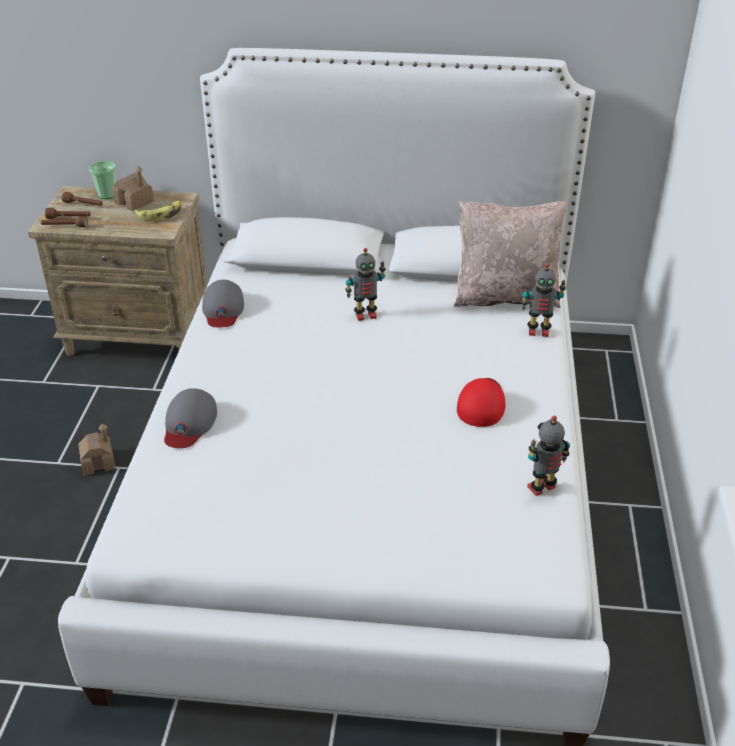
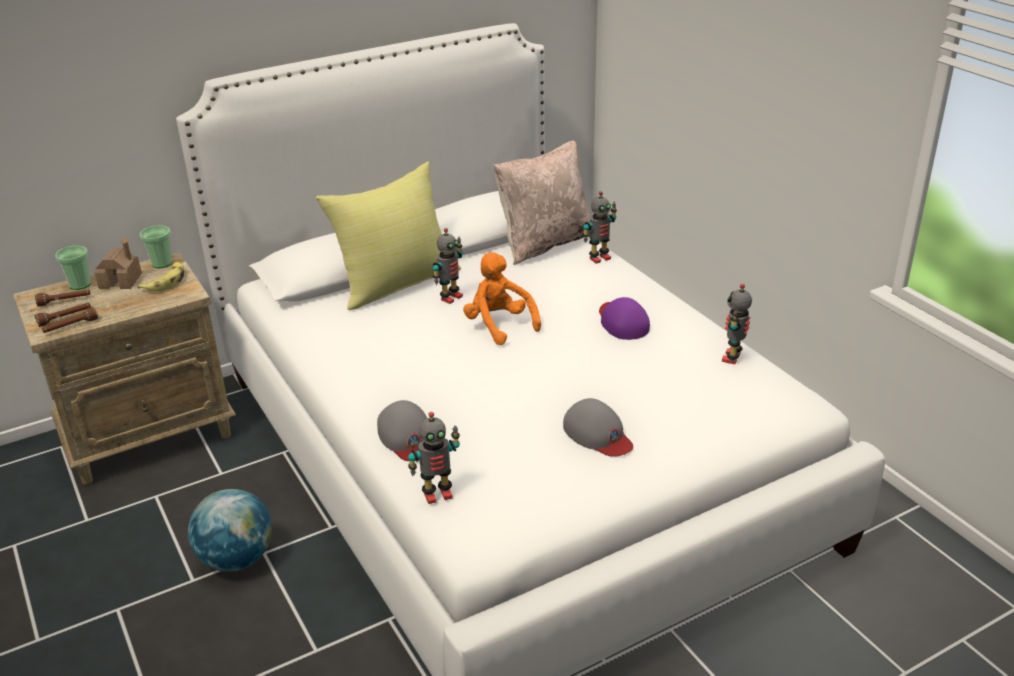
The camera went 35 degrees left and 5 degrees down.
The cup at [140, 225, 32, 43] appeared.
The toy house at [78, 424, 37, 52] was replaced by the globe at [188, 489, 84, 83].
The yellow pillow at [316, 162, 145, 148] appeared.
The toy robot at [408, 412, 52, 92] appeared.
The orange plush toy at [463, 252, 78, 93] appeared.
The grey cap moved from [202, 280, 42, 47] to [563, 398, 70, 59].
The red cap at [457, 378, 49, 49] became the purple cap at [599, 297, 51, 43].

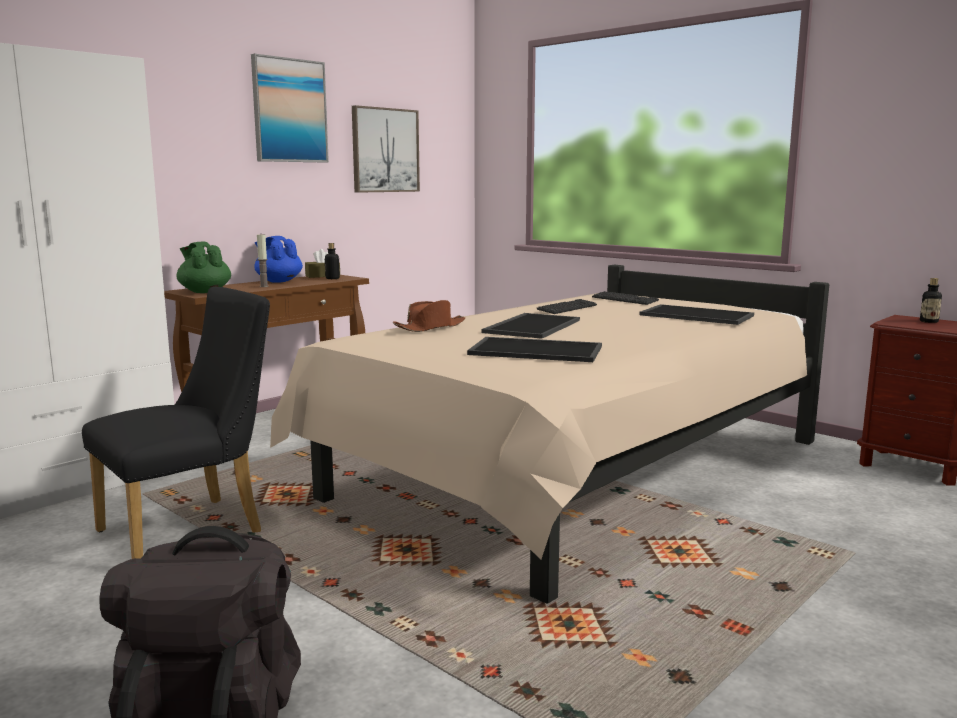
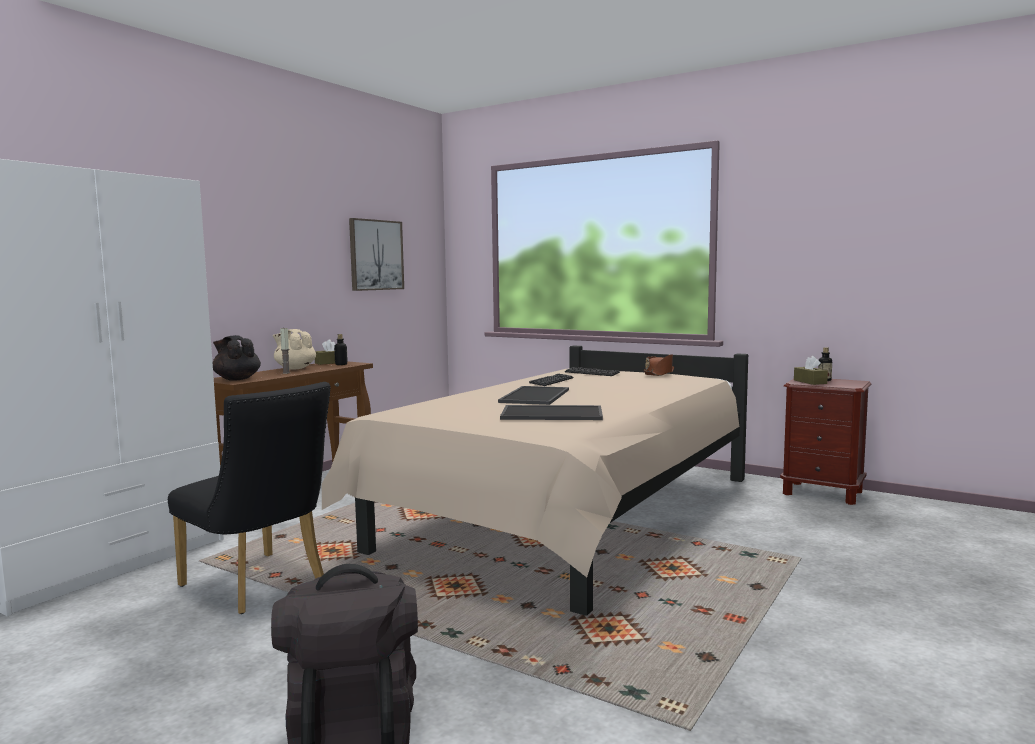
The camera went 10 degrees left and 5 degrees down.
The black chair at [82, 287, 188, 272] turned 90 degrees clockwise.
The green teapot at [176, 241, 55, 52] became the black teapot at [212, 335, 49, 46].
The blue teapot at [254, 236, 49, 47] became the beige teapot at [273, 329, 43, 40].
The brown hat moved from [393, 300, 72, 32] to [644, 354, 30, 22].
The brown tissue box at [794, 356, 34, 29] appeared.
The picture at [251, 54, 78, 108] disappeared.
The tray at [639, 304, 115, 21] disappeared.

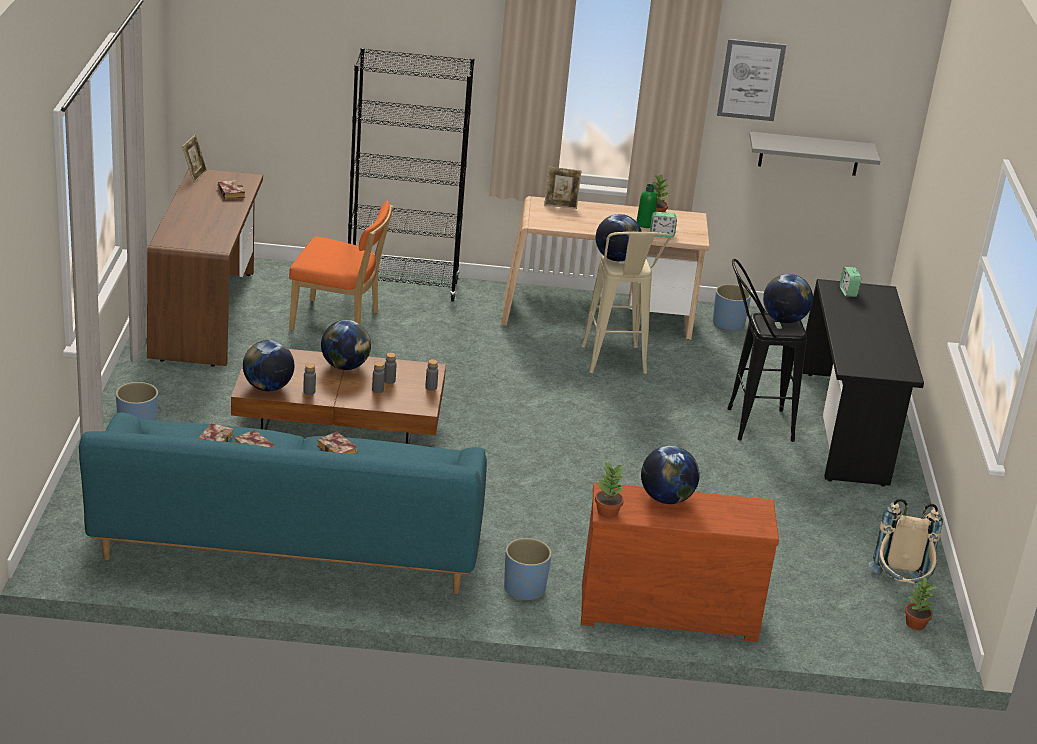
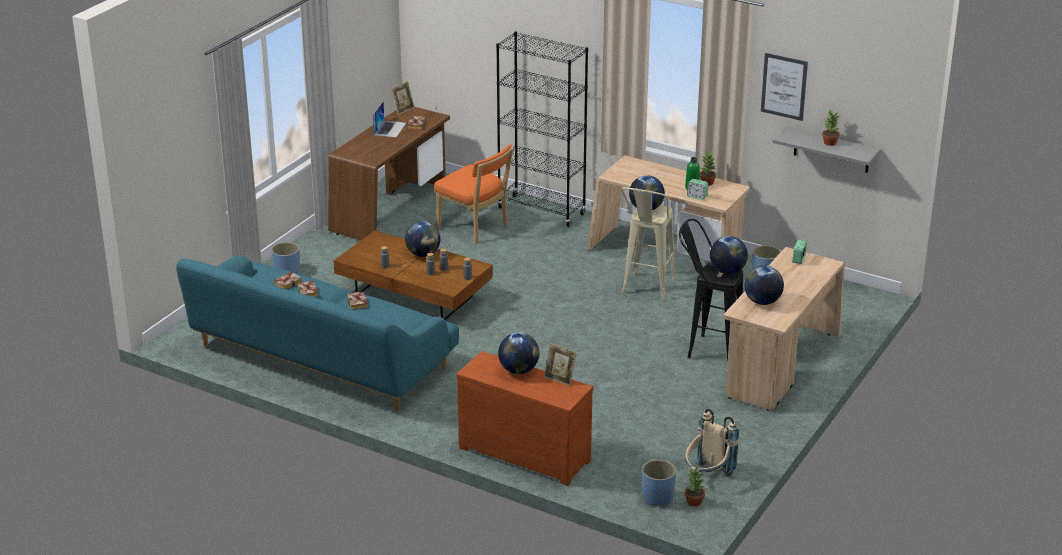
The camera went 30 degrees right and 0 degrees up.
The laptop at [373, 101, 33, 37] appeared.
The picture frame moved from [544, 167, 37, 42] to [544, 343, 33, 43].
The blue planter moved from [504, 538, 48, 62] to [642, 460, 34, 46].
The black desk at [802, 279, 122, 208] became the beige desk at [723, 247, 122, 164].
The globe moved from [243, 340, 51, 51] to [744, 266, 40, 39].
The potted plant moved from [595, 461, 29, 57] to [822, 109, 19, 37].

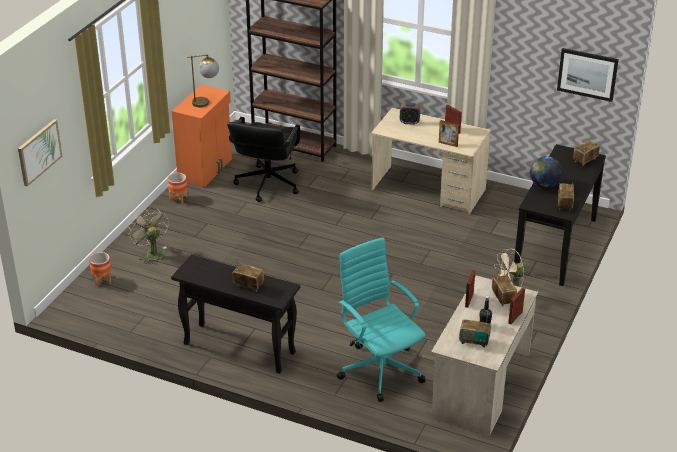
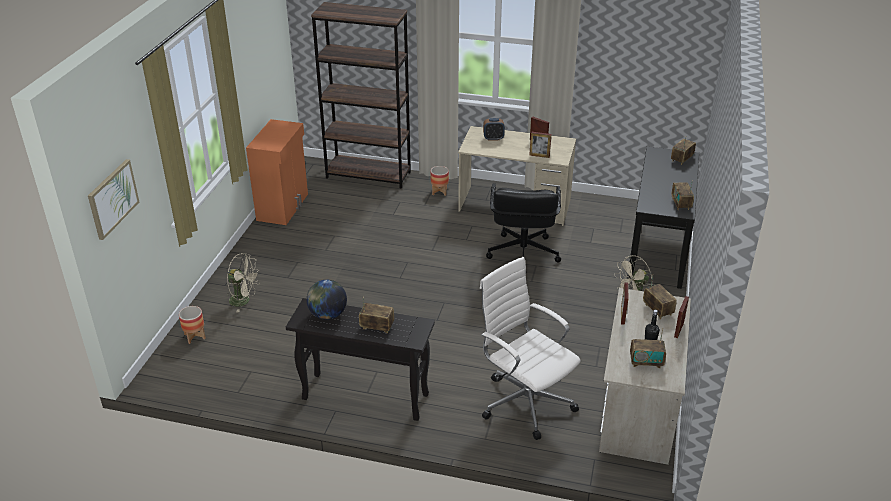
The camera went 10 degrees left and 0 degrees up.
The beige fan at [128, 210, 41, 55] turned 150 degrees clockwise.
The globe moved from [530, 156, 32, 32] to [306, 280, 41, 40].
The planter moved from [168, 173, 20, 31] to [431, 166, 18, 30].
The turquoise office chair at [337, 238, 88, 164] became the white office chair at [480, 257, 101, 183].
The black office chair moved from [227, 117, 74, 85] to [486, 183, 75, 80].
The table lamp at [187, 54, 32, 53] disappeared.
The picture at [557, 48, 62, 54] disappeared.

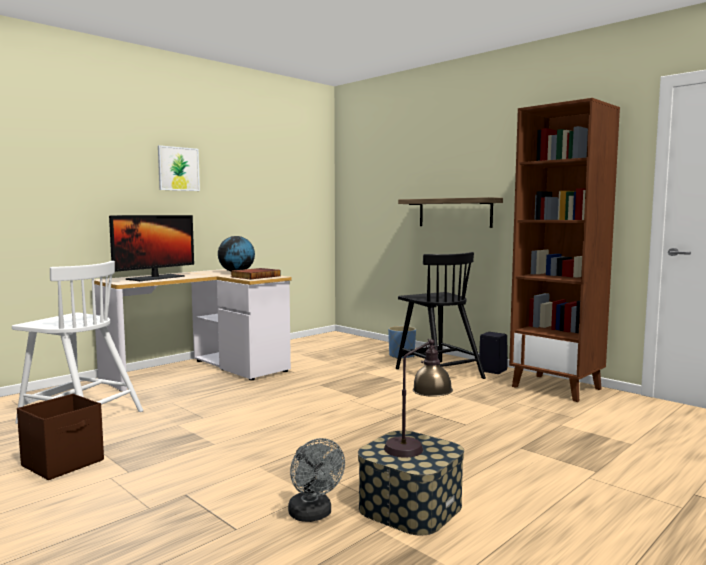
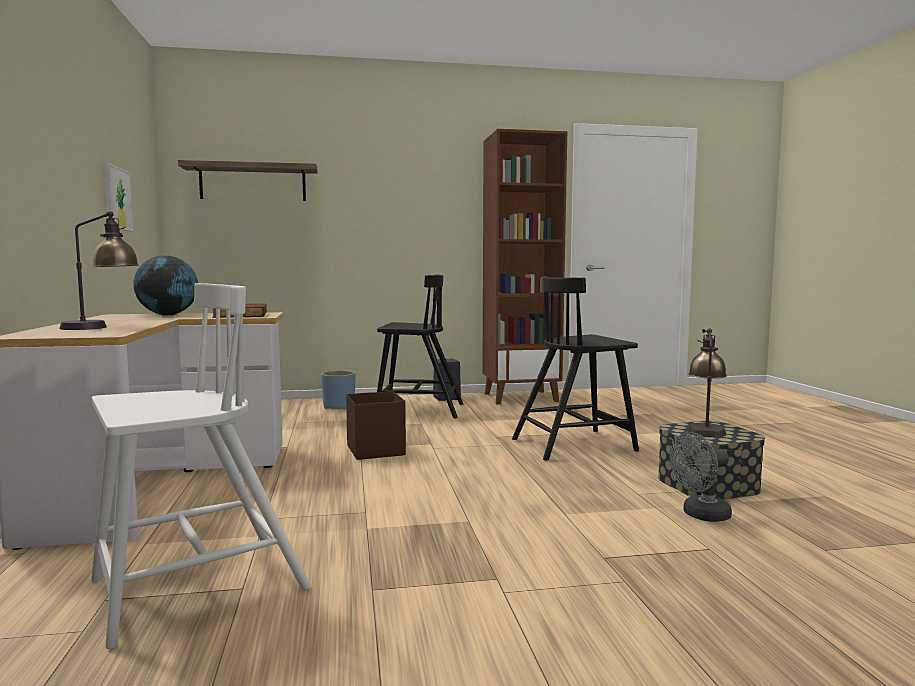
The camera went 55 degrees left and 0 degrees up.
The monitor at [109, 215, 85, 66] was replaced by the table lamp at [59, 211, 80, 119].
The picture moved from [158, 145, 42, 46] to [104, 163, 29, 68].
The shelf moved from [398, 197, 105, 31] to [178, 160, 140, 41].
The brown storage box moved from [17, 394, 87, 86] to [346, 391, 60, 69].
The black chair at [512, 276, 127, 185] appeared.
The grey fan at [288, 438, 57, 84] turned 150 degrees clockwise.

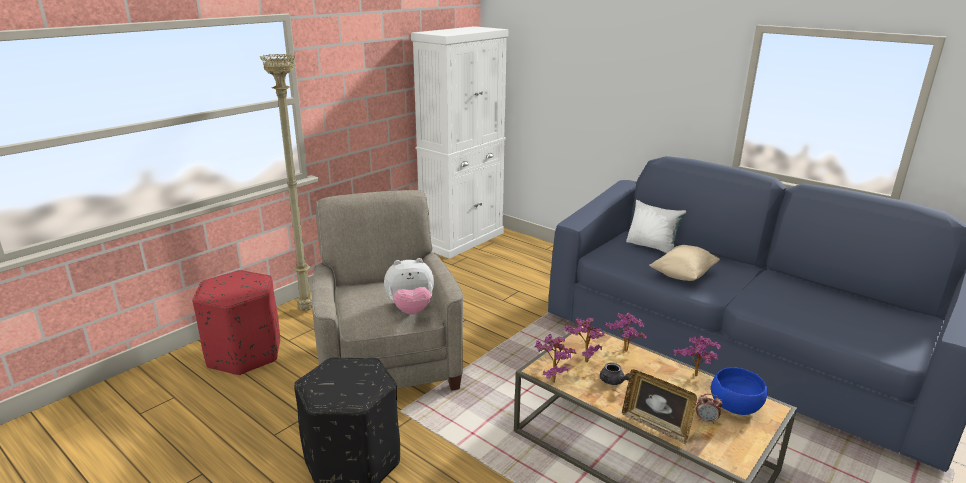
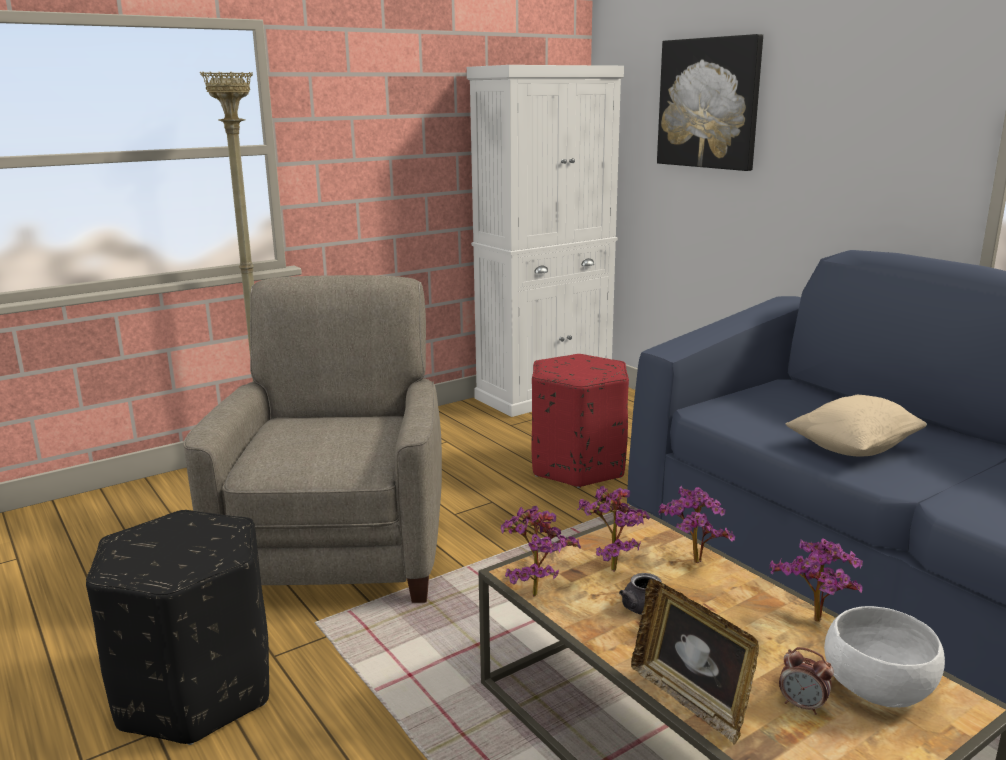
The camera went 15 degrees right and 5 degrees down.
The red ottoman moved from [192, 270, 88, 106] to [532, 354, 97, 134].
The picture at [657, 34, 106, 137] appeared.
The blue bowl at [711, 367, 56, 48] became the white bowl at [824, 606, 121, 102].
The plush toy at [384, 258, 50, 57] disappeared.
The white pillow at [626, 200, 60, 53] disappeared.

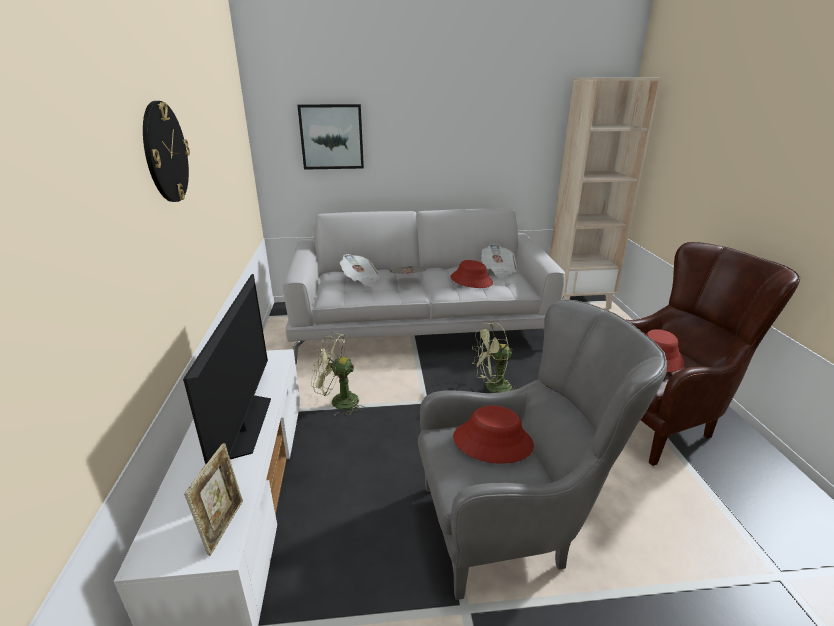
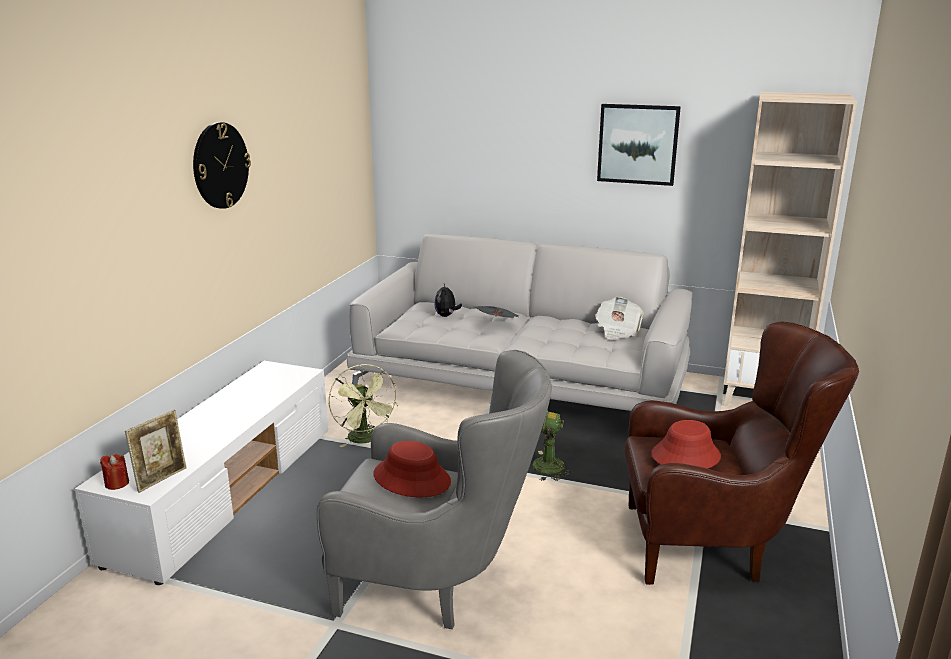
The camera went 25 degrees right and 5 degrees down.
The red candle at [100, 454, 29, 36] appeared.
The green fan at [311, 332, 54, 84] turned 150 degrees counterclockwise.
The newspaper at [340, 254, 40, 33] was replaced by the plush toy at [434, 284, 28, 33].
The picture moved from [297, 104, 67, 66] to [597, 104, 84, 82].
The television at [183, 274, 88, 191] disappeared.
The red hat at [451, 260, 42, 28] disappeared.

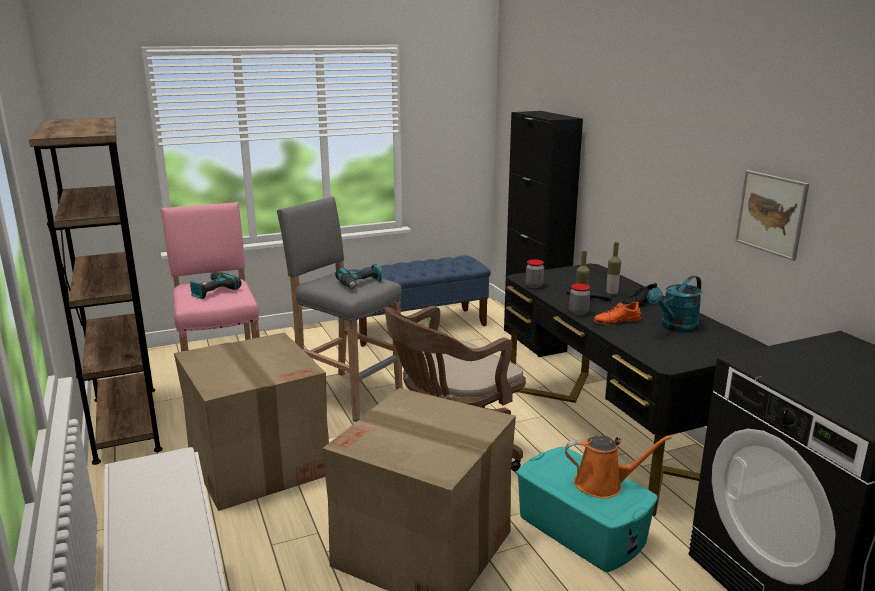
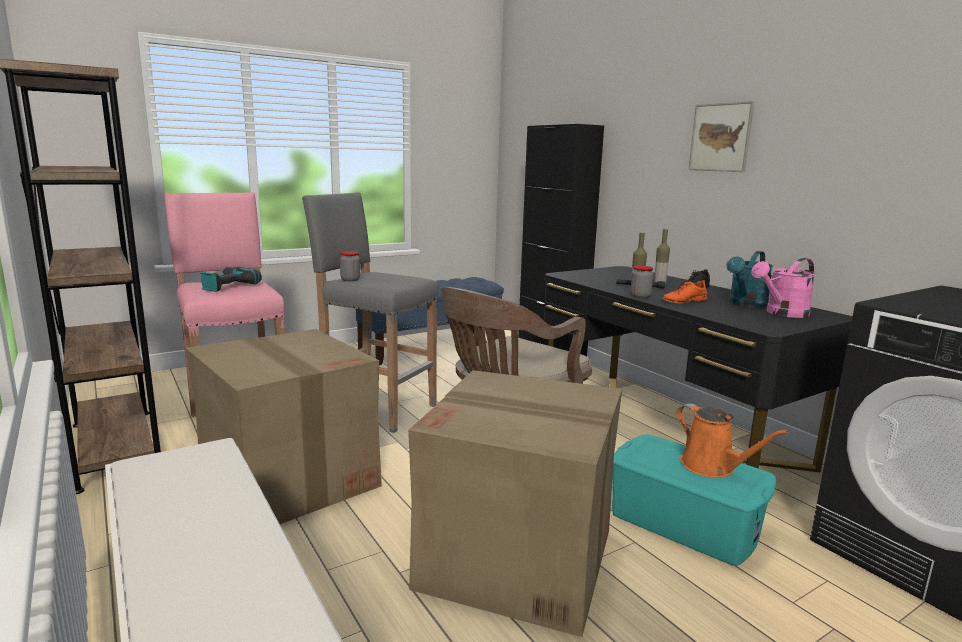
The camera went 10 degrees left and 5 degrees down.
The jar moved from [526, 259, 18, 29] to [340, 251, 20, 30].
The orange watering can at [565, 435, 107, 63] turned 60 degrees clockwise.
The picture moved from [735, 170, 74, 91] to [688, 101, 67, 71].
The pink watering can at [751, 258, 64, 60] appeared.
The power drill at [335, 264, 47, 25] disappeared.

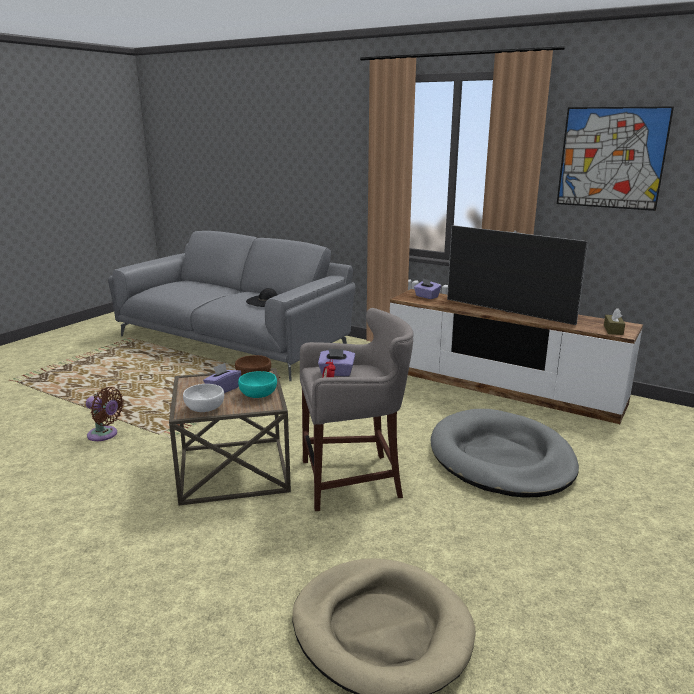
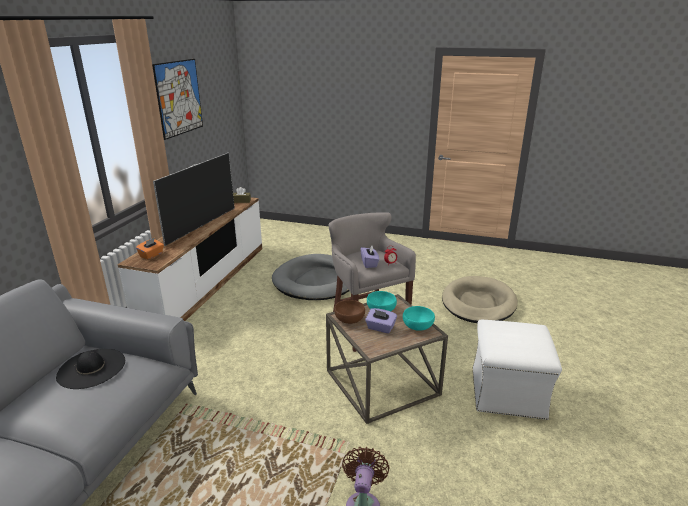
The camera went 105 degrees left and 5 degrees up.
The purple tissue box at [414, 278, 27, 21] became the orange tissue box at [136, 238, 28, 21].
The white bowl at [183, 384, 41, 28] became the turquoise bowl at [403, 306, 32, 25].
The white ottoman at [472, 320, 90, 100] appeared.

